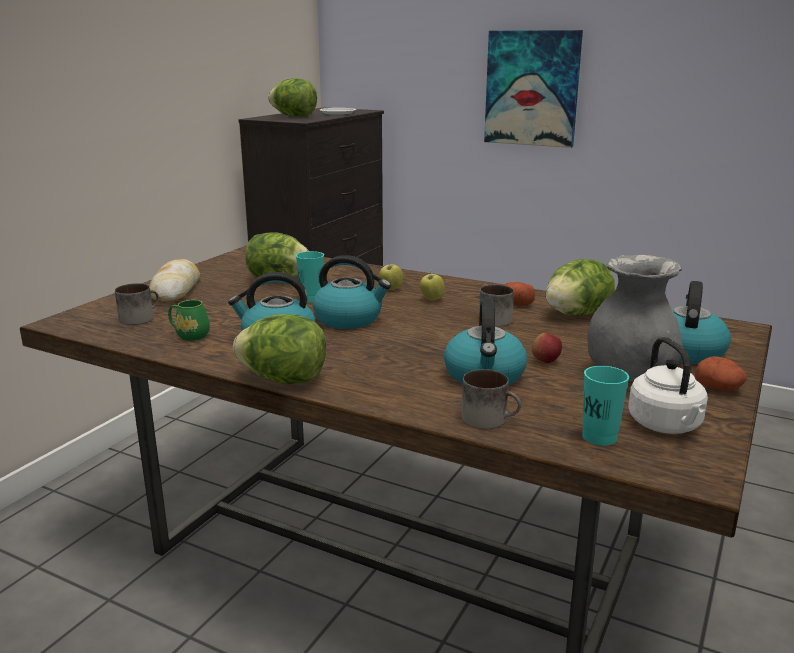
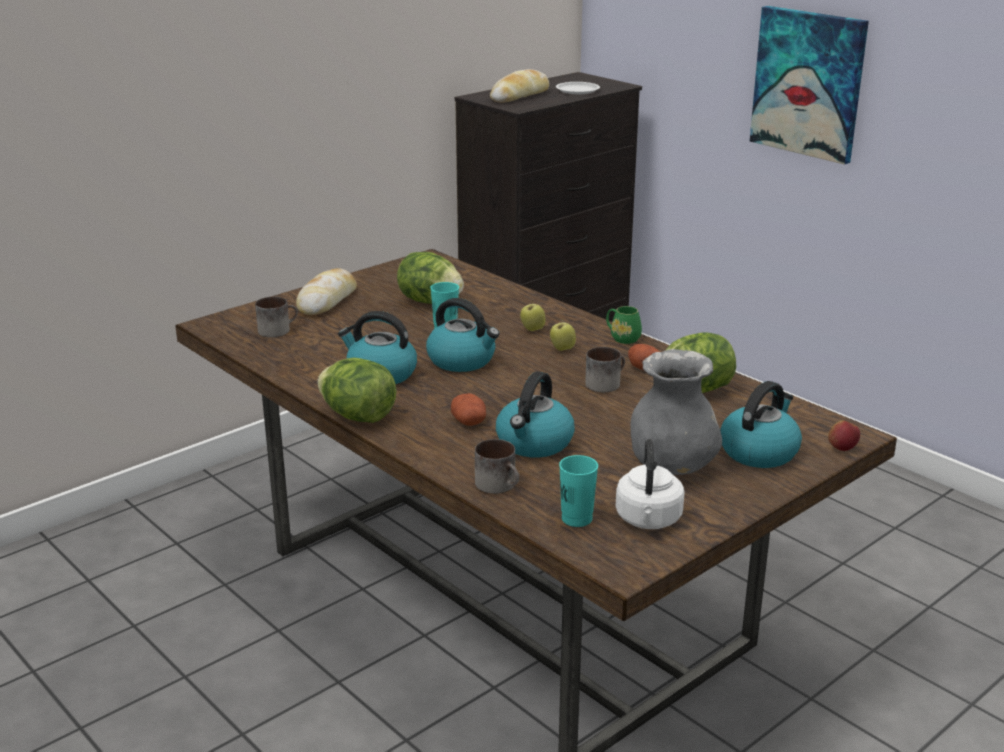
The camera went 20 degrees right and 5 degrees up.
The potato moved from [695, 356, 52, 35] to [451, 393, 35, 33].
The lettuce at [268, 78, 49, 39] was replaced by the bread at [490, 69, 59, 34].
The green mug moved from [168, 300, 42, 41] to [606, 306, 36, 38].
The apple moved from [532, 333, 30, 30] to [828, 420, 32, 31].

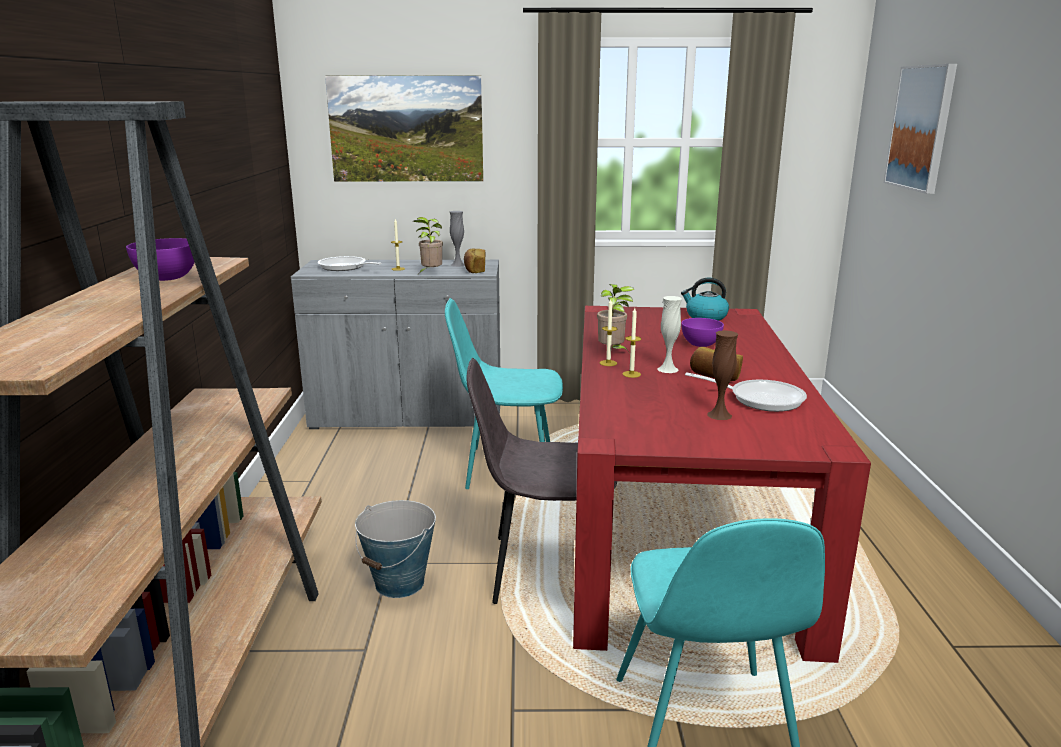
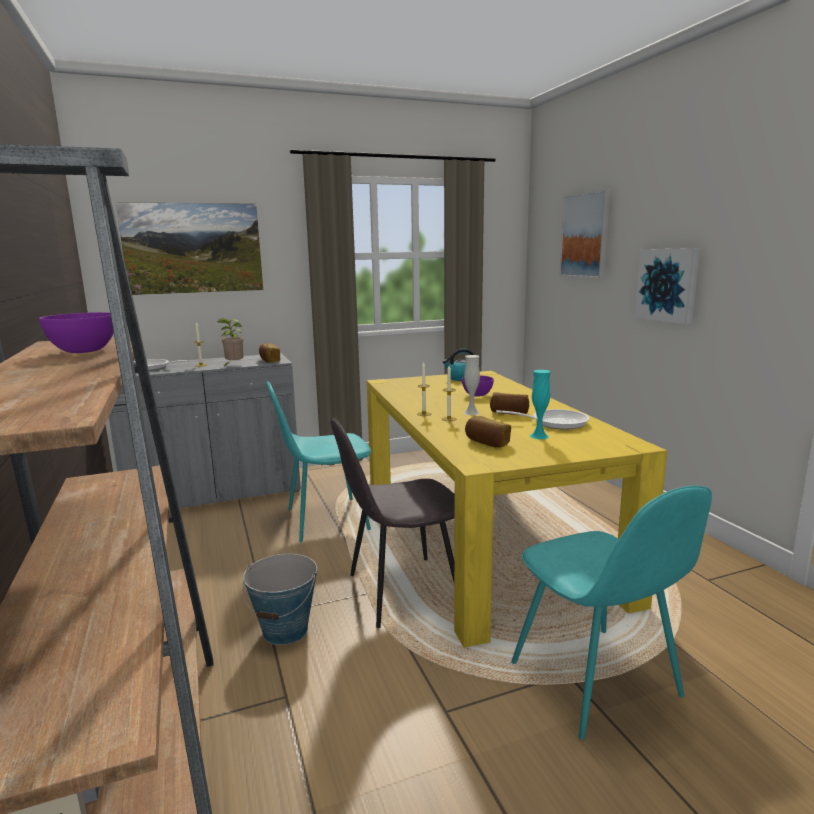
The camera went 20 degrees left and 5 degrees down.
The red dining table at [573, 306, 298, 357] became the yellow dining table at [367, 371, 300, 277].
The bread at [465, 416, 46, 32] appeared.
The brown vase at [707, 330, 31, 90] became the turquoise vase at [530, 370, 21, 69].
The picture at [635, 248, 65, 76] appeared.
The grey vase at [450, 211, 15, 56] disappeared.
The potted plant at [597, 284, 37, 70] disappeared.

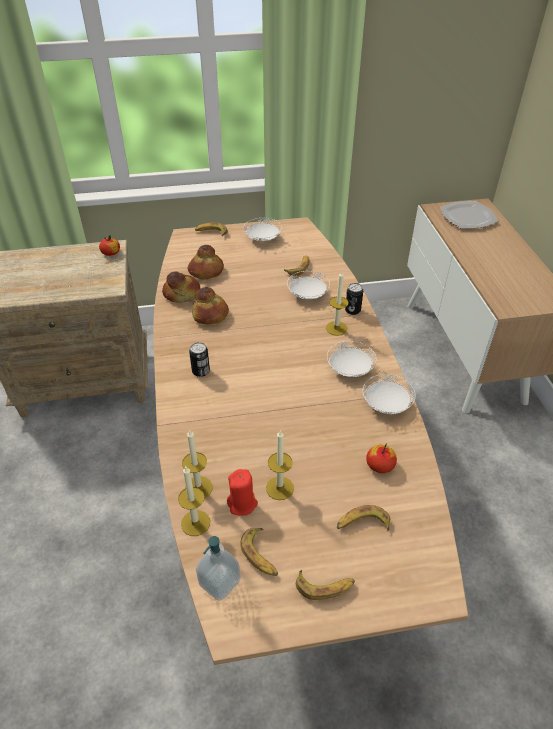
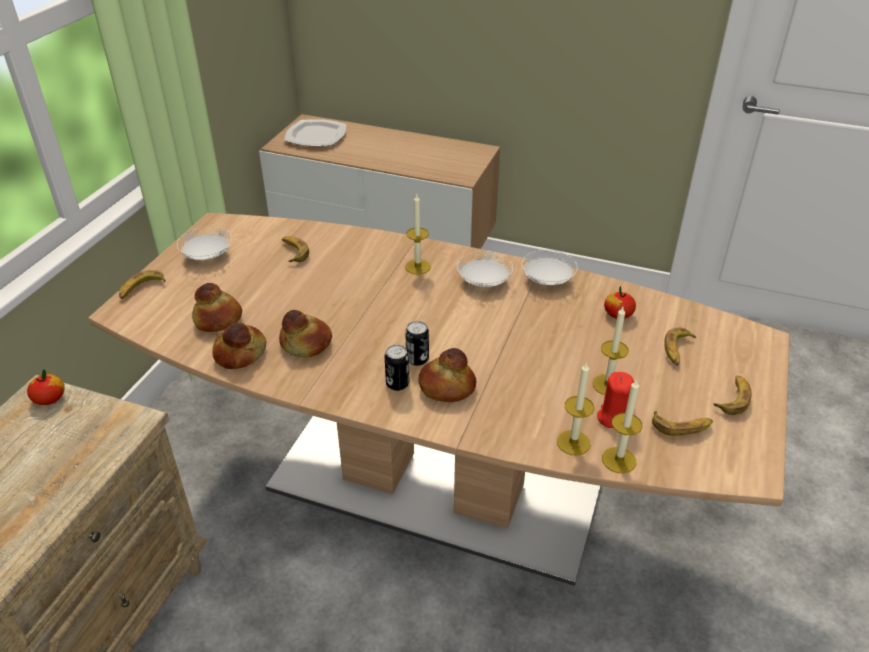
The camera went 60 degrees left and 5 degrees down.
The can moved from [345, 283, 18, 32] to [405, 321, 24, 45].
The bread at [418, 348, 58, 54] appeared.
The soap dispenser at [196, 536, 45, 65] disappeared.
The white plate at [287, 271, 43, 28] disappeared.

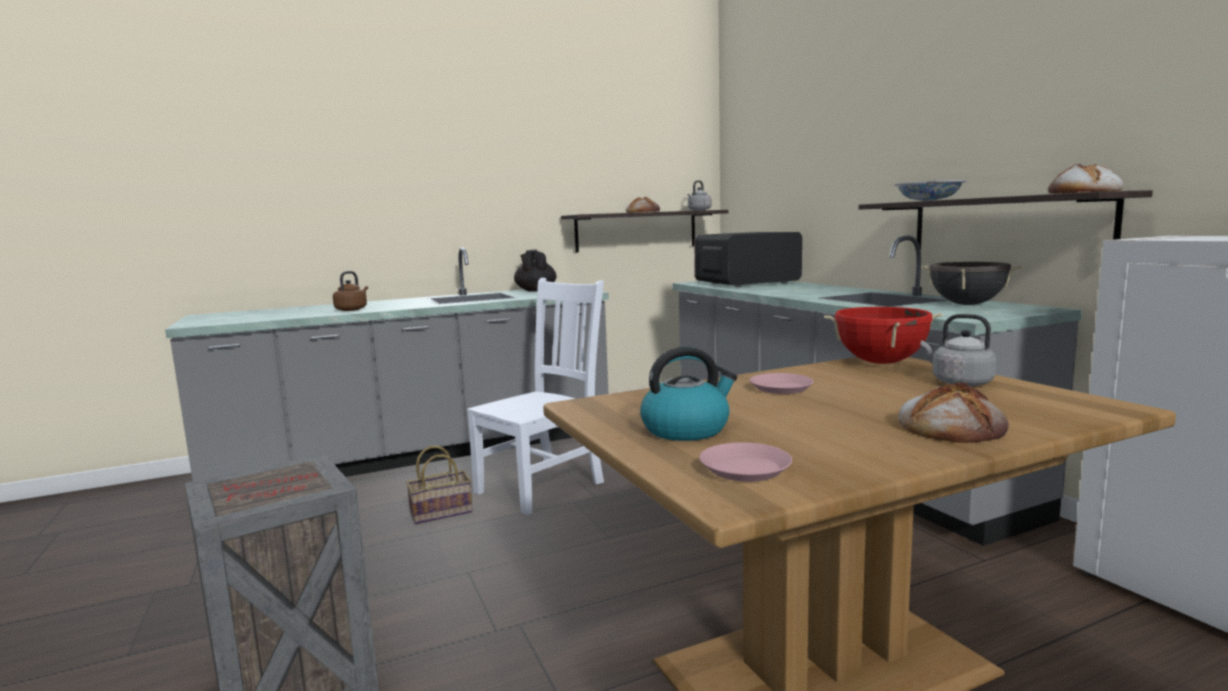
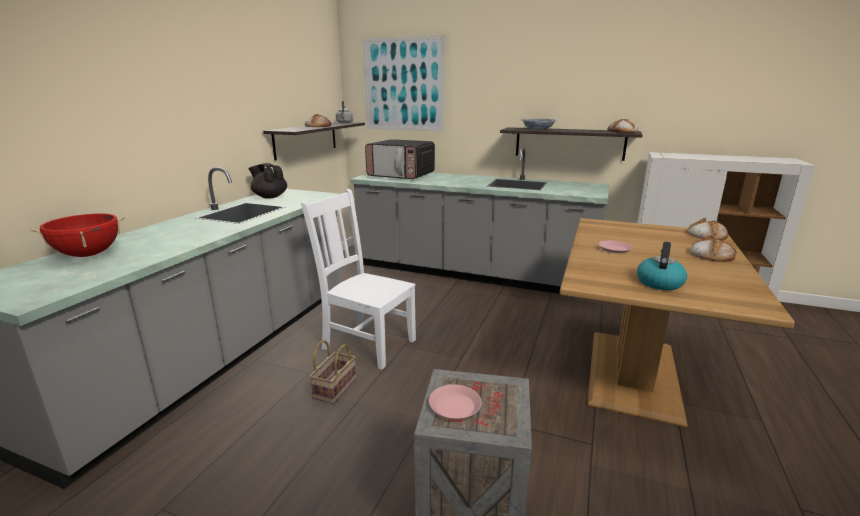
The camera went 45 degrees left and 10 degrees up.
The red cooking pot moved from [824, 307, 119, 57] to [29, 214, 97, 43].
The white chair at [467, 278, 137, 237] turned 60 degrees counterclockwise.
The picture at [362, 35, 83, 97] appeared.
The microwave at [694, 232, 108, 55] turned 90 degrees counterclockwise.
The pink plate moved from [699, 442, 93, 40] to [429, 384, 53, 36].
The bread at [688, 218, 40, 22] appeared.
The brown kettle at [333, 271, 35, 40] disappeared.
The black cooking pot at [921, 262, 101, 43] disappeared.
The grey kettle at [921, 314, 76, 72] disappeared.

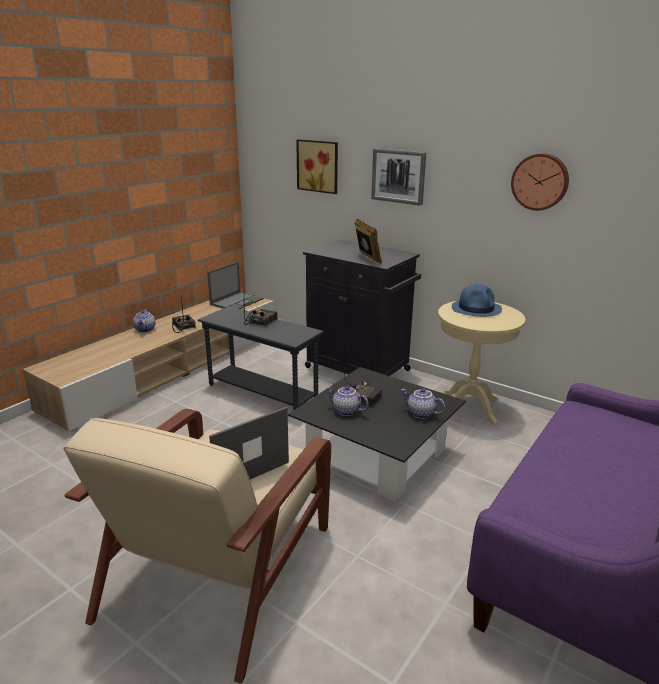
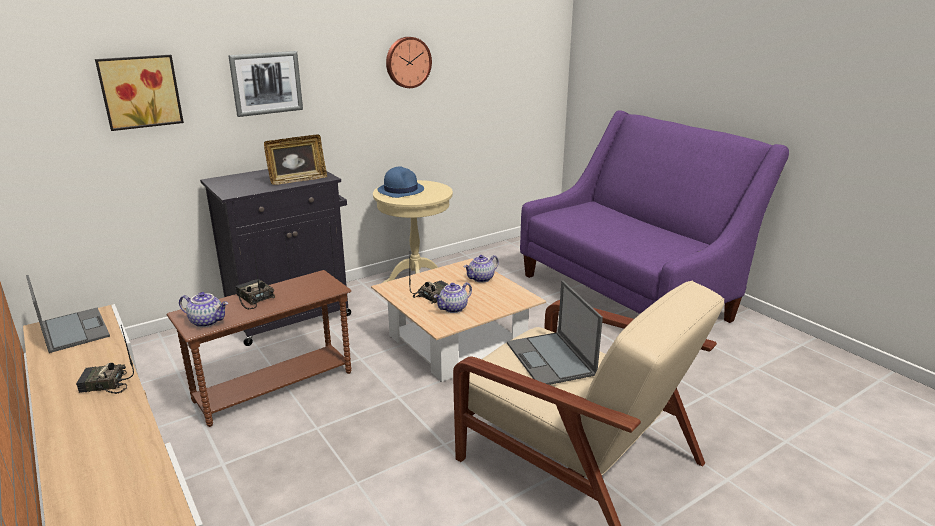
The camera went 70 degrees left and 0 degrees up.
The grey side table at [198, 306, 126, 105] became the brown side table at [167, 270, 184, 157].
The teapot moved from [133, 309, 22, 24] to [179, 292, 49, 35].
The picture frame at [355, 218, 27, 46] turned 150 degrees clockwise.
The black coffee table at [288, 367, 178, 135] became the beige coffee table at [371, 258, 175, 124].

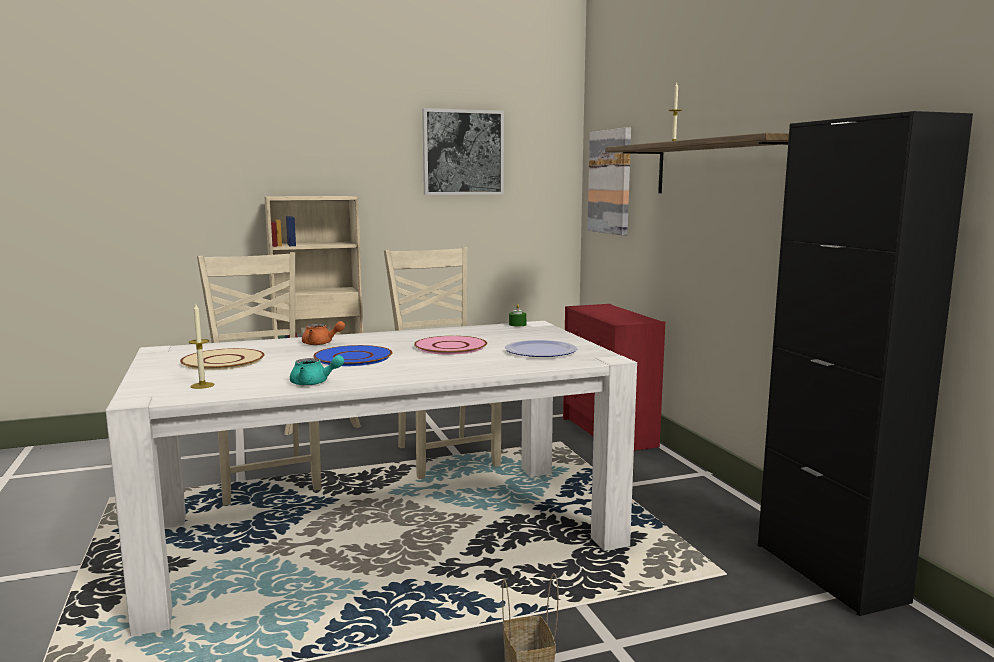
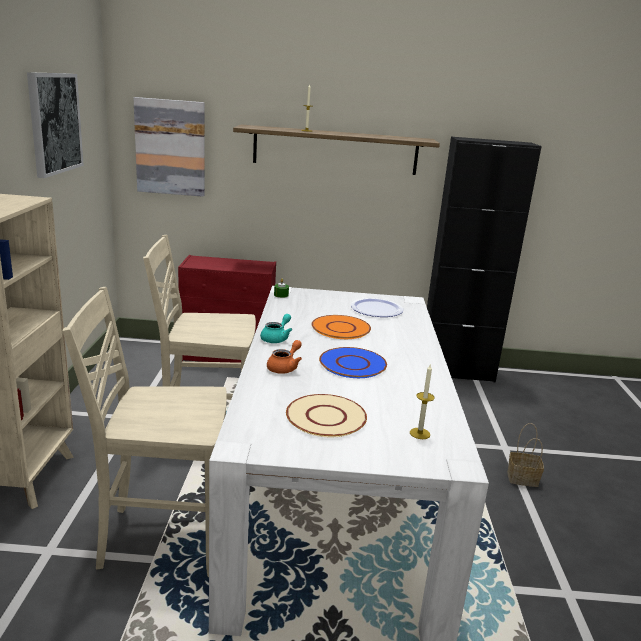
The camera went 70 degrees left and 10 degrees up.
The turquoise teapot moved from [290, 355, 54, 31] to [260, 314, 32, 29].
The pink plate at [414, 336, 73, 19] became the orange plate at [312, 315, 59, 24].

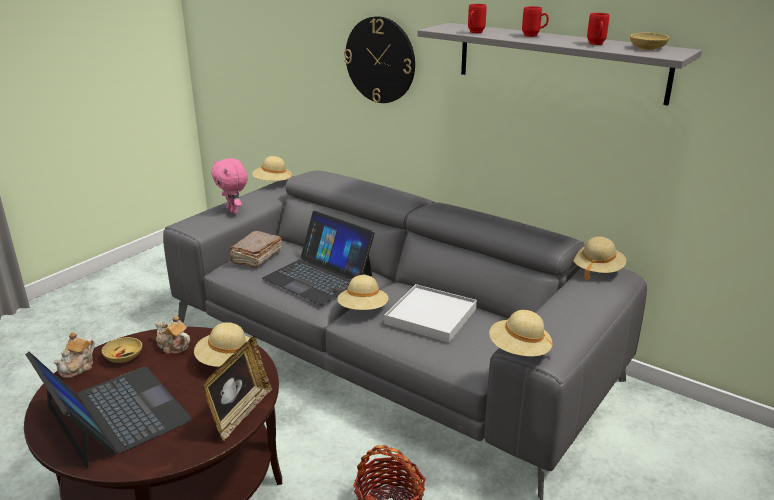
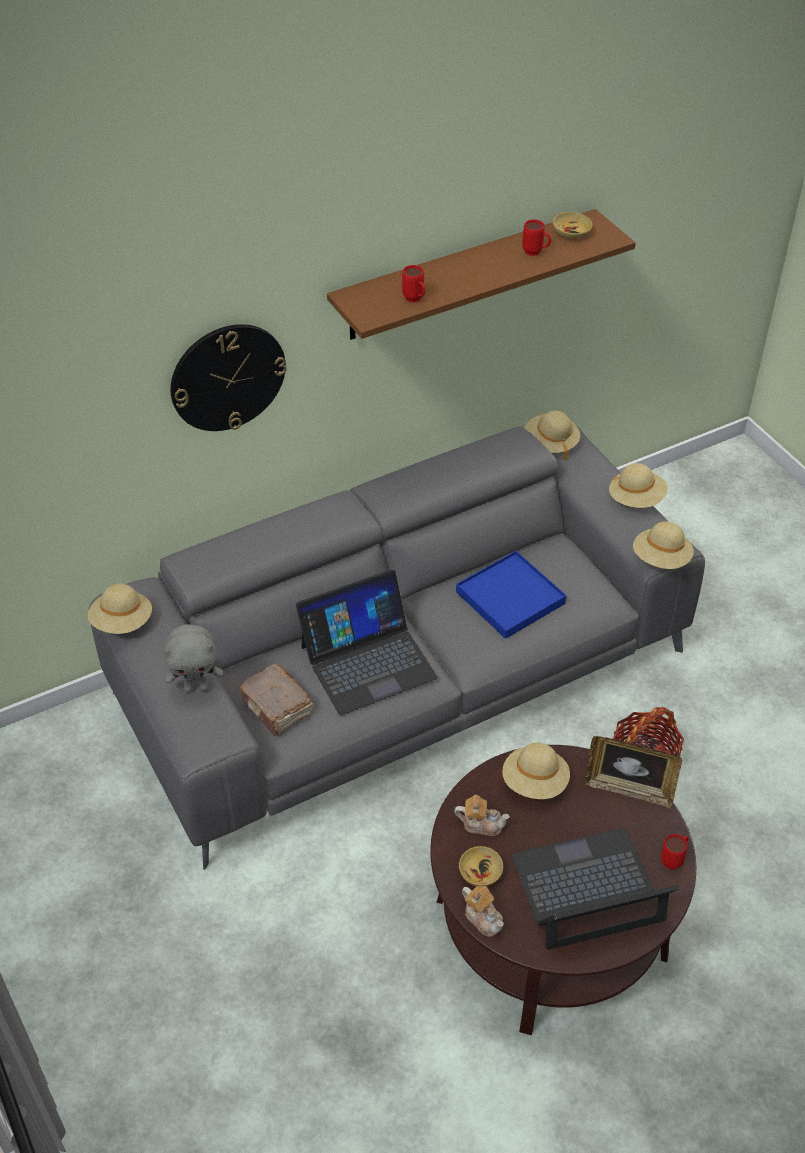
The camera went 65 degrees left and 20 degrees up.
The pink plush toy at [211, 158, 37, 56] became the grey plush toy at [163, 624, 60, 69].
The grey shelf at [417, 23, 285, 83] became the brown shelf at [327, 209, 309, 131].
The teapot at [155, 315, 35, 39] turned 135 degrees counterclockwise.
The white tray at [384, 284, 93, 59] became the blue tray at [456, 551, 111, 88].
The picture frame at [202, 336, 70, 105] turned 150 degrees clockwise.
The beige hat moved from [337, 275, 51, 35] to [609, 463, 59, 45].
The red mug moved from [522, 6, 27, 31] to [661, 834, 27, 36].

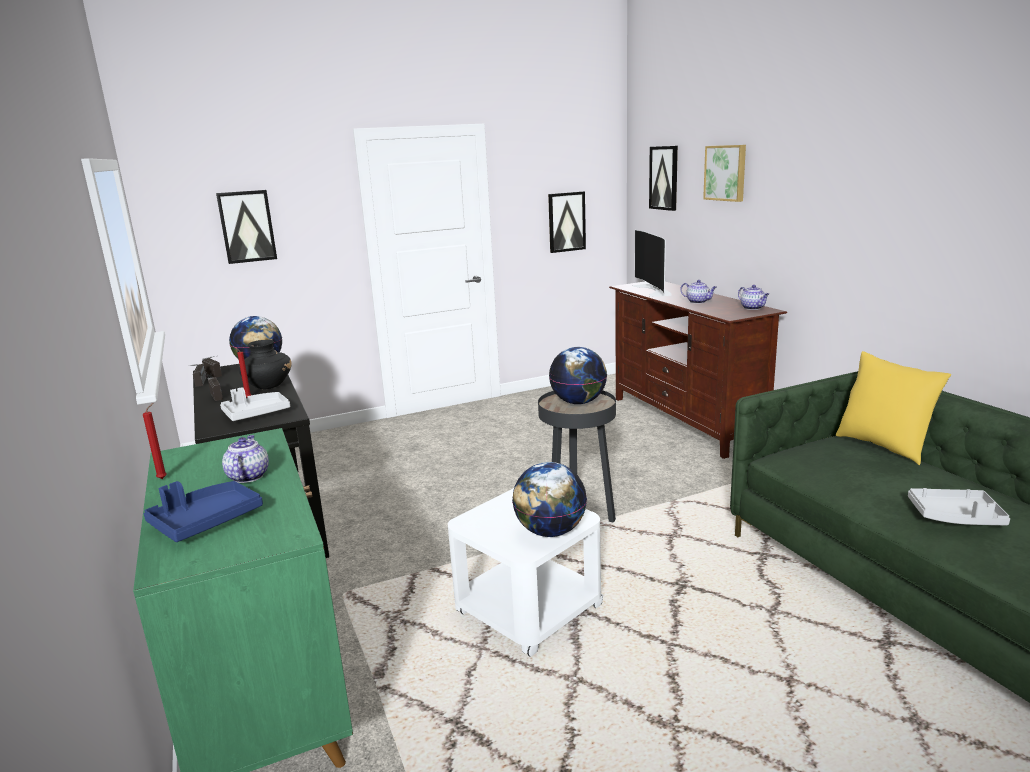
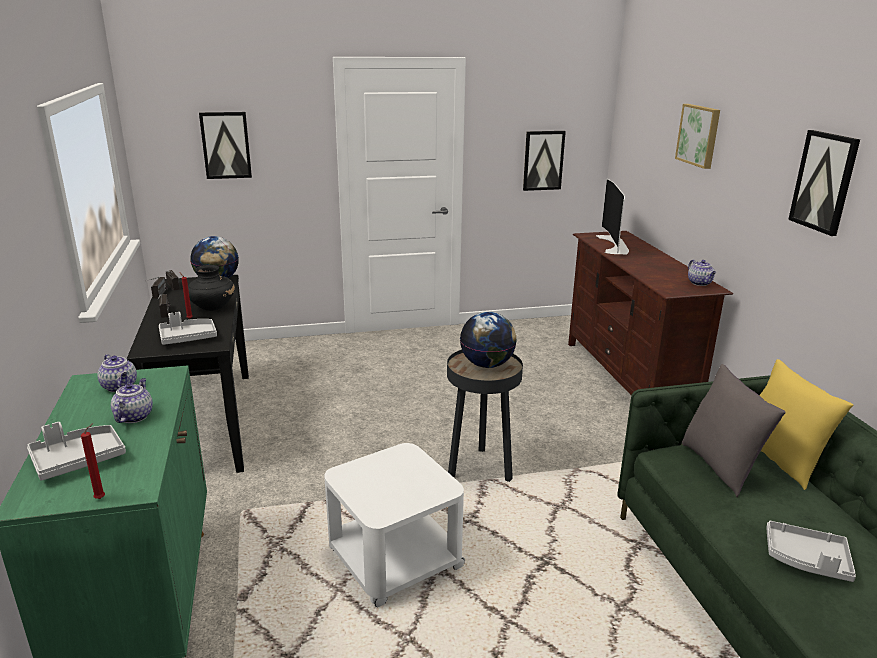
The camera went 10 degrees right and 5 degrees up.
The blue tray at [144, 481, 119, 61] became the grey tray at [27, 422, 99, 59].
The red candle moved from [143, 403, 24, 76] to [81, 423, 24, 76].
The teapot moved from [680, 280, 37, 24] to [97, 354, 40, 38].
The grey pillow at [682, 364, 104, 133] appeared.
The picture moved from [649, 146, 29, 65] to [788, 130, 72, 106].
The globe at [512, 462, 75, 75] disappeared.

